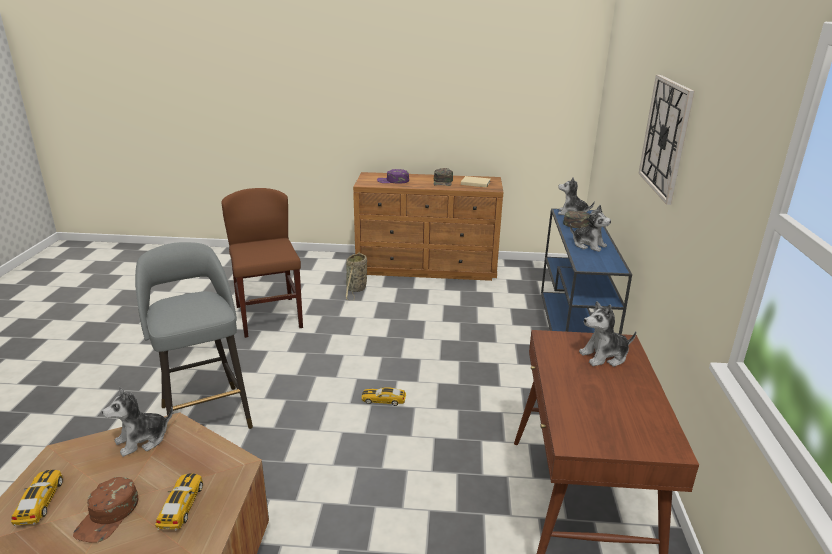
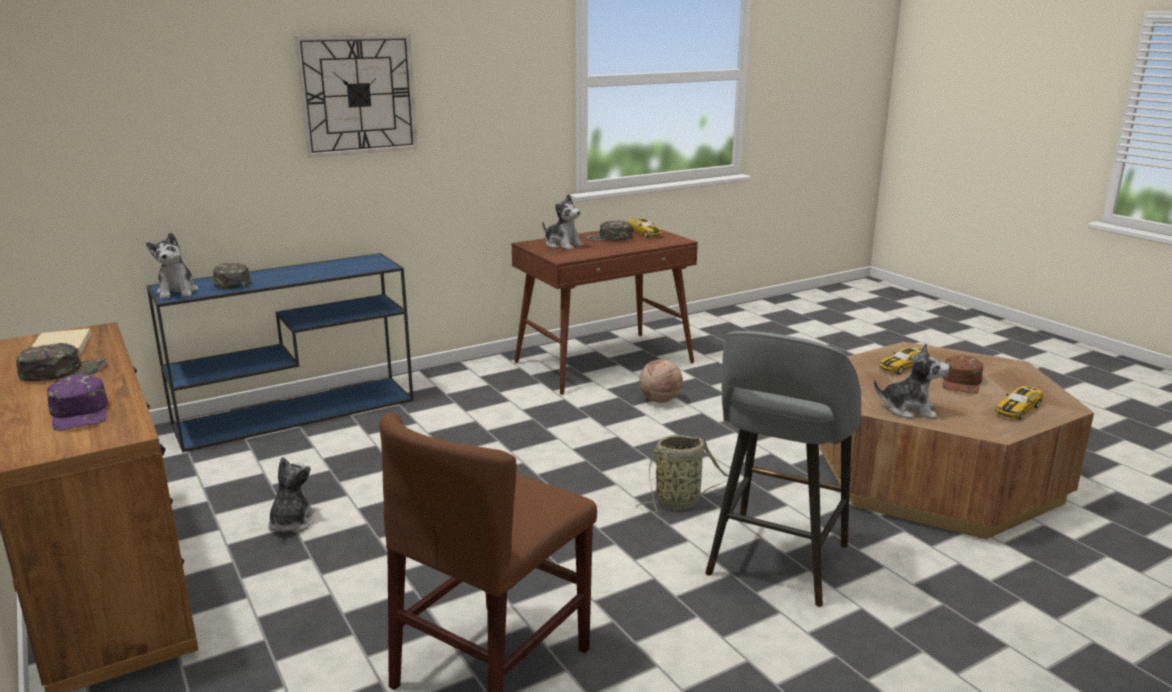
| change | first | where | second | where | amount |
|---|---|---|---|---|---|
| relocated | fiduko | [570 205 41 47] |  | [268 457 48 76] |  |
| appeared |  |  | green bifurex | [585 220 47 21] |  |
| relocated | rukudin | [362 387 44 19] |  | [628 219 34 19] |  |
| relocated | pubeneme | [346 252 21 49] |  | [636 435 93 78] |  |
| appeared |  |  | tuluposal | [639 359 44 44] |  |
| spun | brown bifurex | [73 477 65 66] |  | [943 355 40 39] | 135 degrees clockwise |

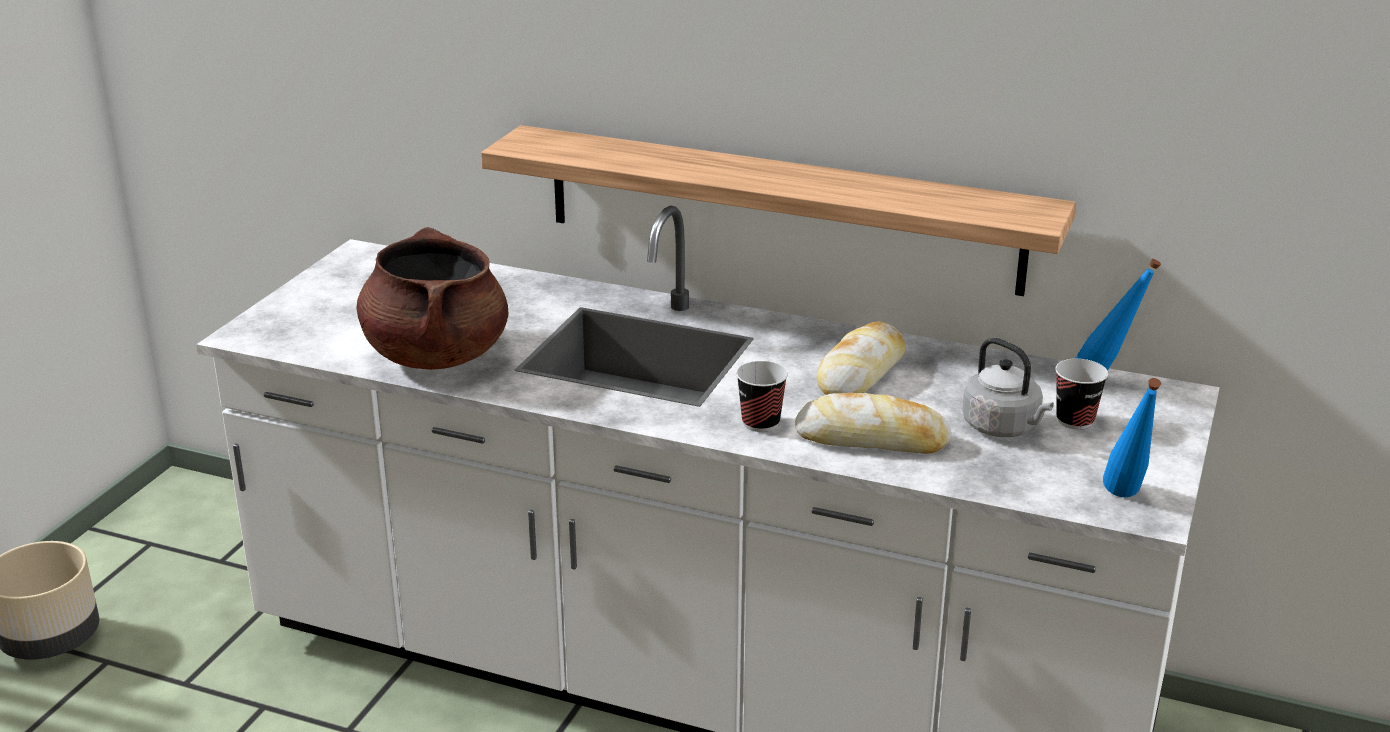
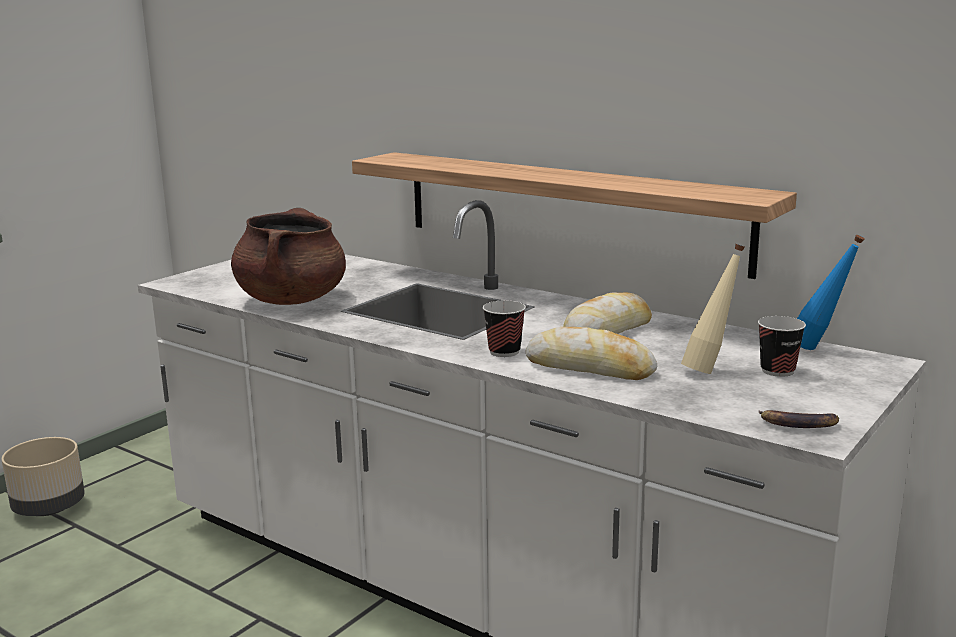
| change | first | where | second | where | amount |
|---|---|---|---|---|---|
| exchanged | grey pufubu | [962 338 92 99] | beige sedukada | [681 244 64 130] |  |
| exchanged | blue sedukada | [1103 378 58 119] | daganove | [759 410 80 18] |  |

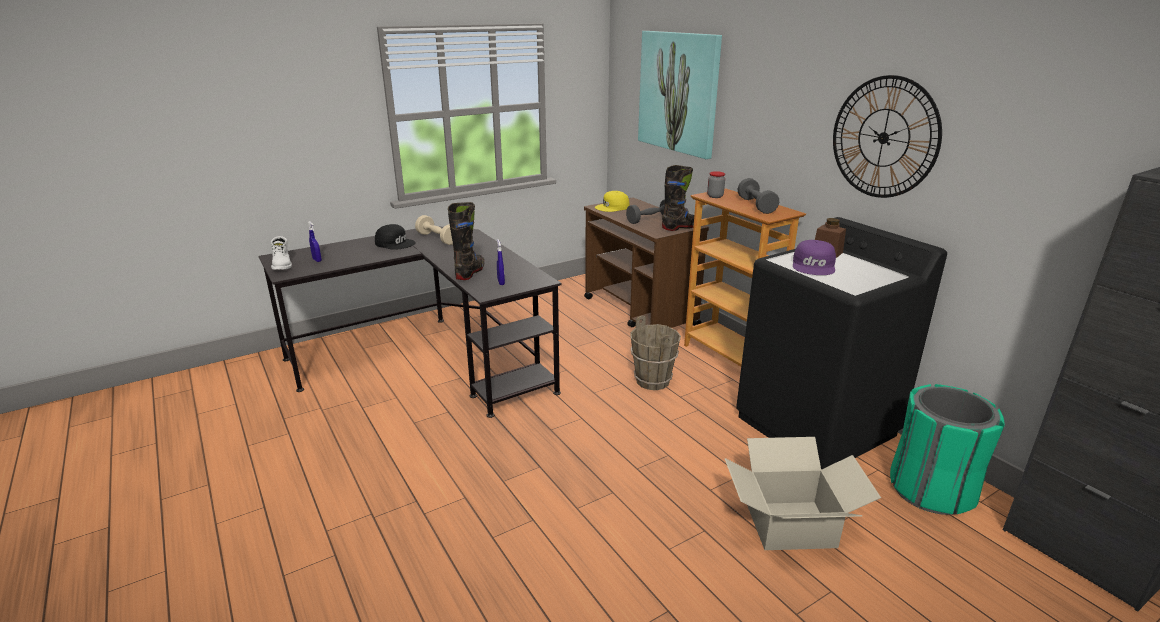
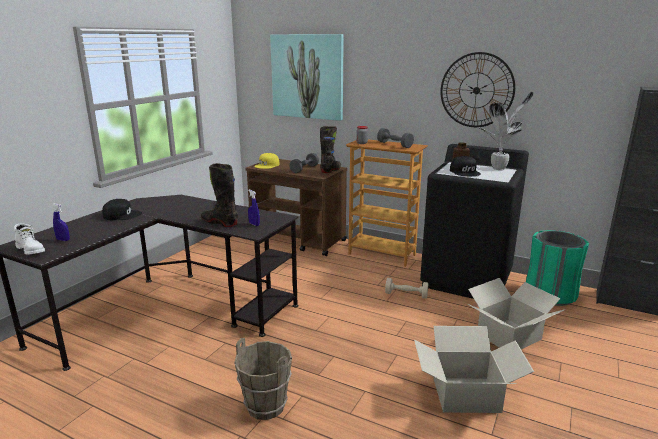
| change | first | where | second | where | amount |
|---|---|---|---|---|---|
| spun | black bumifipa | [448 202 37 78] |  | [201 163 37 64] | 45 degrees counterclockwise |
| relocated | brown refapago | [630 315 51 75] |  | [234 338 58 82] |  |
| relocated | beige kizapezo | [415 215 38 30] |  | [385 278 43 21] |  |
| appeared |  |  | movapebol | [414 326 120 87] |  |
| colour | purple bifurex | [793 240 43 35] | black bifurex | [450 156 31 20] |  |
| appeared |  |  | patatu | [480 92 53 78] |  |

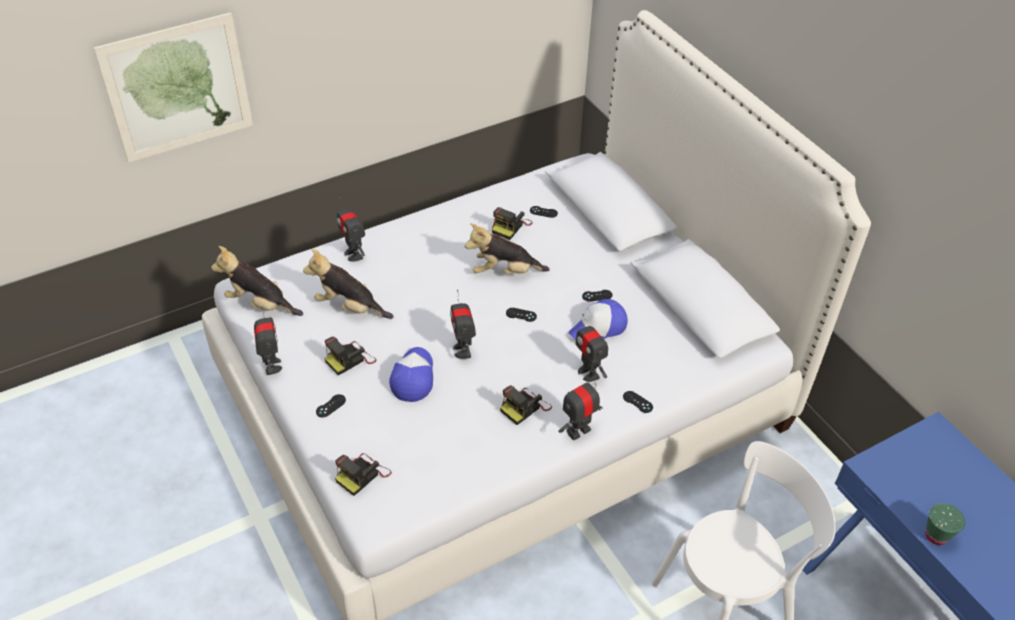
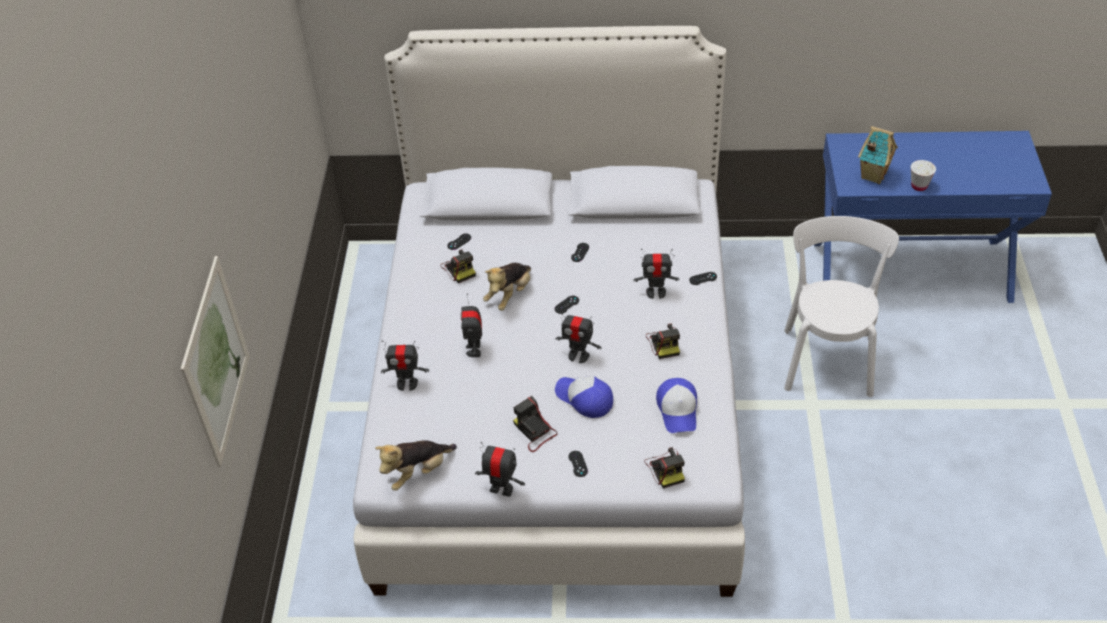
| change | first | where | second | where | amount |
|---|---|---|---|---|---|
| relocated | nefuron | [559 374 44 66] |  | [460 293 22 64] |  |
| spun | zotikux | [324 337 52 38] |  | [513 396 45 56] | 150 degrees clockwise |
| relocated | bifurex | [569 299 59 41] |  | [656 378 41 55] |  |
| appeared |  |  | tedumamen | [858 126 40 58] |  |
| colour | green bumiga | [926 503 39 42] | white bumiga | [911 160 25 31] |  |
| missing | fiduko | [303 249 91 70] |  |  |  |

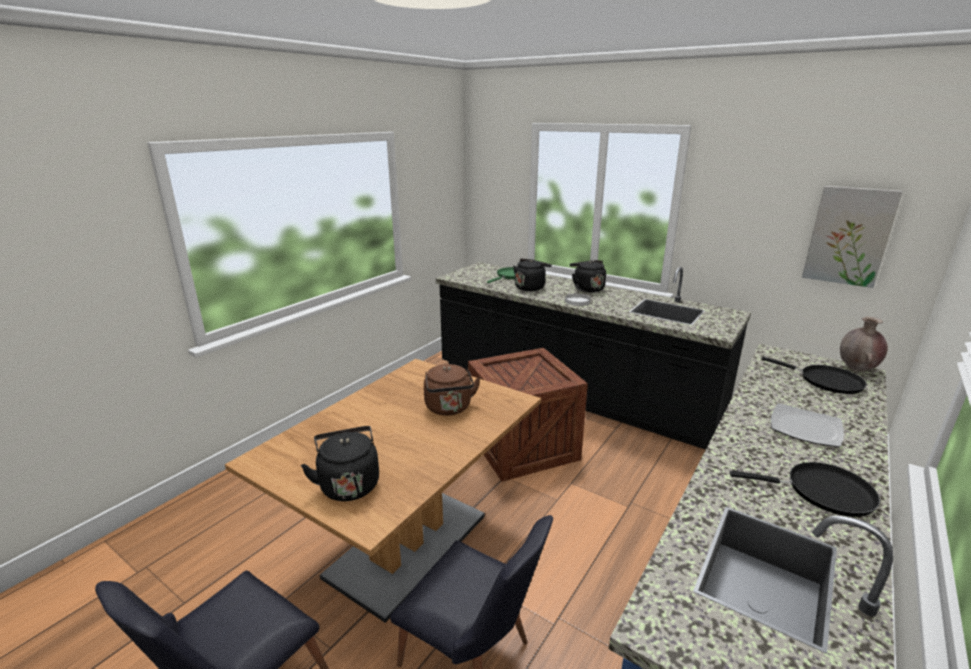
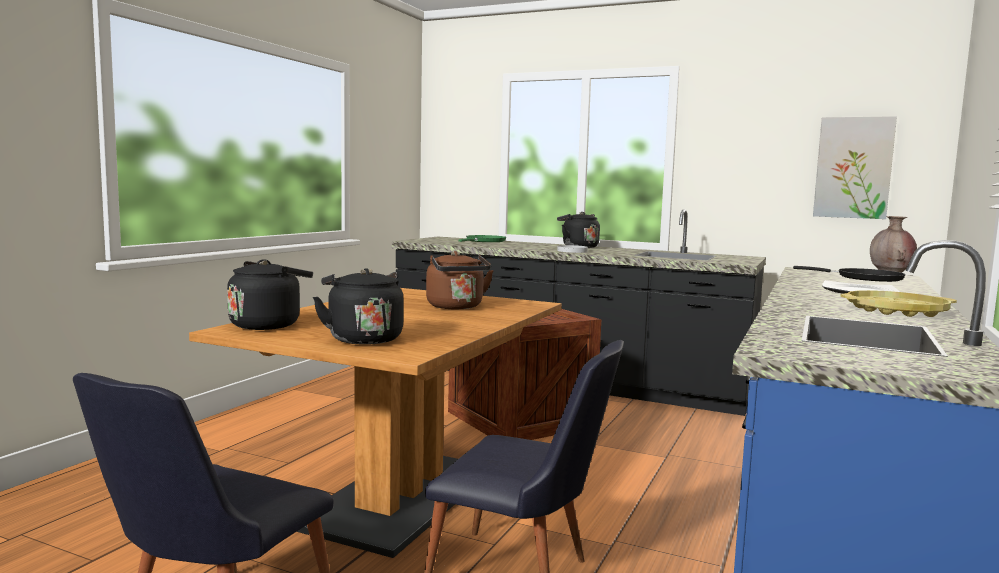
| change | first | where | second | where | amount |
|---|---|---|---|---|---|
| relocated | black pufubu | [513 259 39 32] |  | [227 259 86 71] |  |
| exchanged | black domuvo | [730 462 150 55] | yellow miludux | [841 290 116 27] |  |

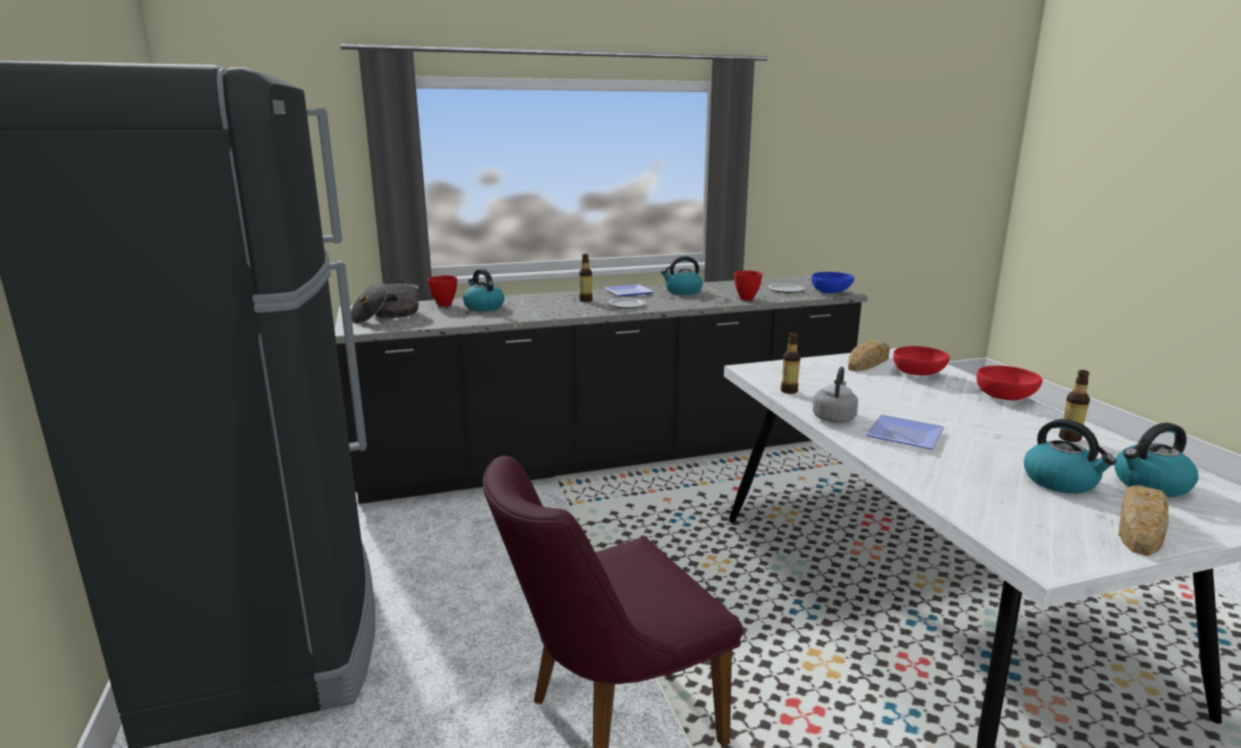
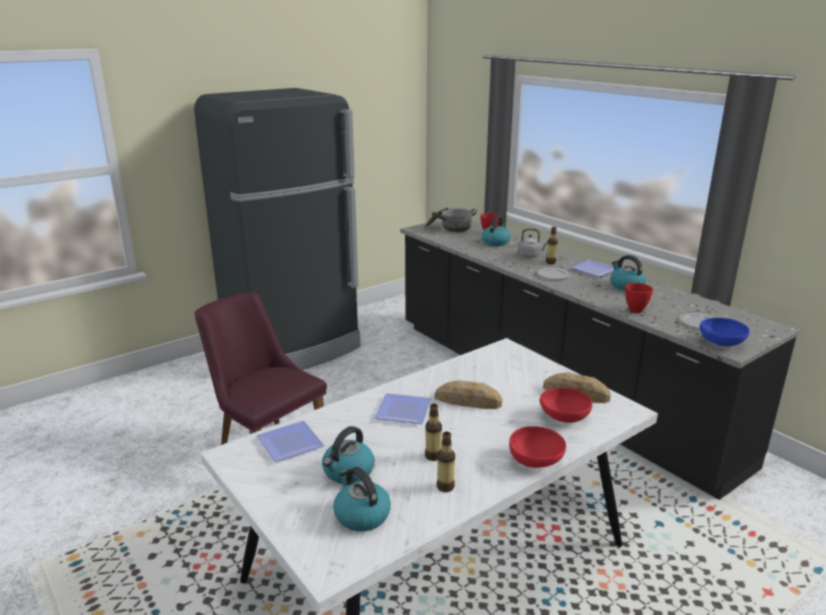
| change | first | where | second | where | amount |
|---|---|---|---|---|---|
| appeared |  |  | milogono | [256 421 68 41] |  |
| relocated | sedukada | [781 332 20 62] |  | [425 404 17 57] |  |
| relocated | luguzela | [1119 486 50 70] |  | [435 380 67 29] |  |
| relocated | grey pufubu | [813 367 45 56] |  | [518 228 30 30] |  |

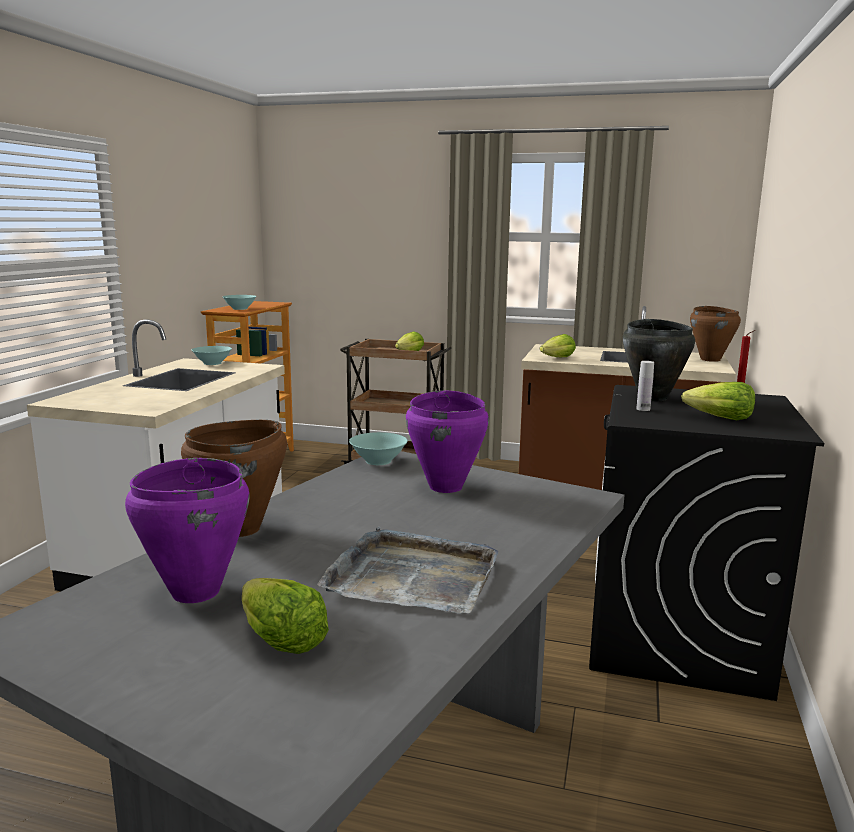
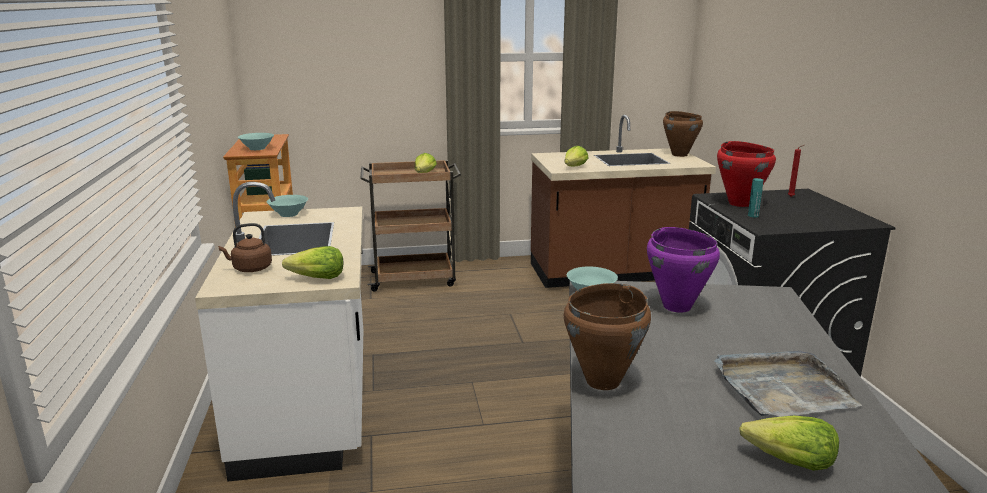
| change | first | where | second | where | amount |
|---|---|---|---|---|---|
| appeared |  |  | brown pufubu | [218 223 54 49] |  |
| relocated | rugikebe | [681 382 74 38] |  | [282 246 62 33] |  |
| colour | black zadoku | [623 319 72 82] | red zadoku | [717 141 59 66] |  |
| colour | white sedukada | [636 361 18 50] | turquoise sedukada | [748 178 15 39] |  |
| missing | purple zadoku | [125 458 124 145] |  |  |  |

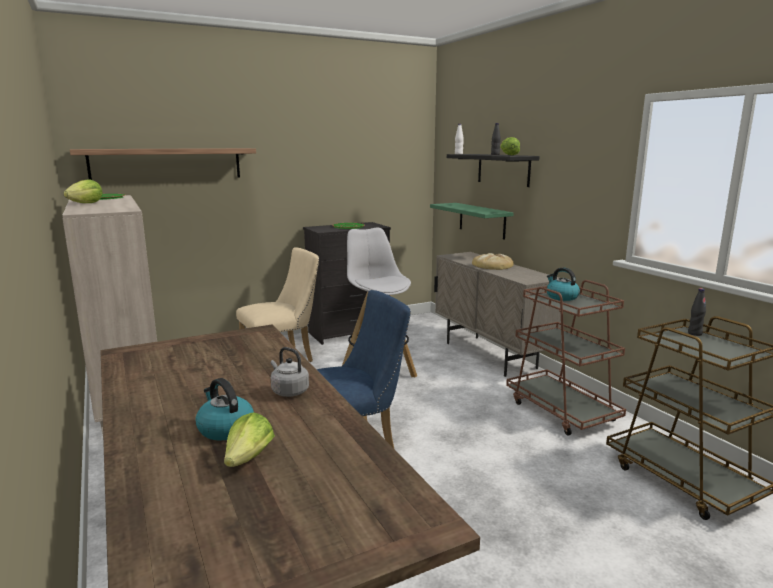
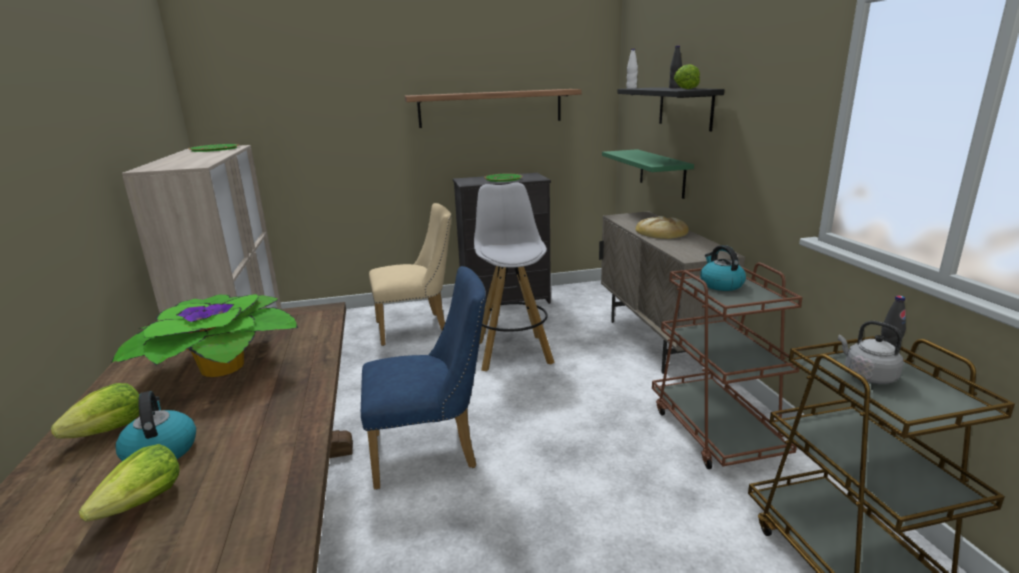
| change | first | where | second | where | amount |
|---|---|---|---|---|---|
| relocated | rugikebe | [63 180 40 23] |  | [51 383 88 55] |  |
| appeared |  |  | patatu | [110 294 188 83] |  |
| relocated | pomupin | [70 148 186 32] |  | [405 89 177 39] |  |
| relocated | grey pufubu | [271 347 38 50] |  | [838 321 66 63] |  |

